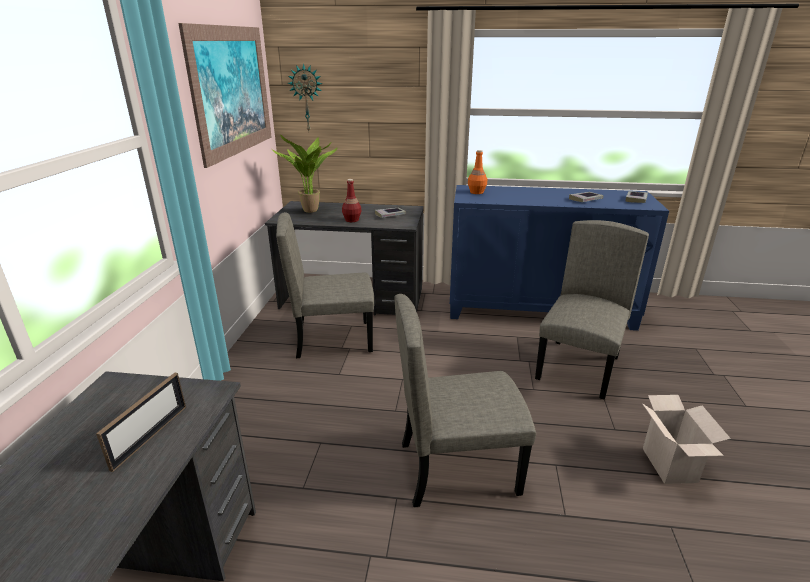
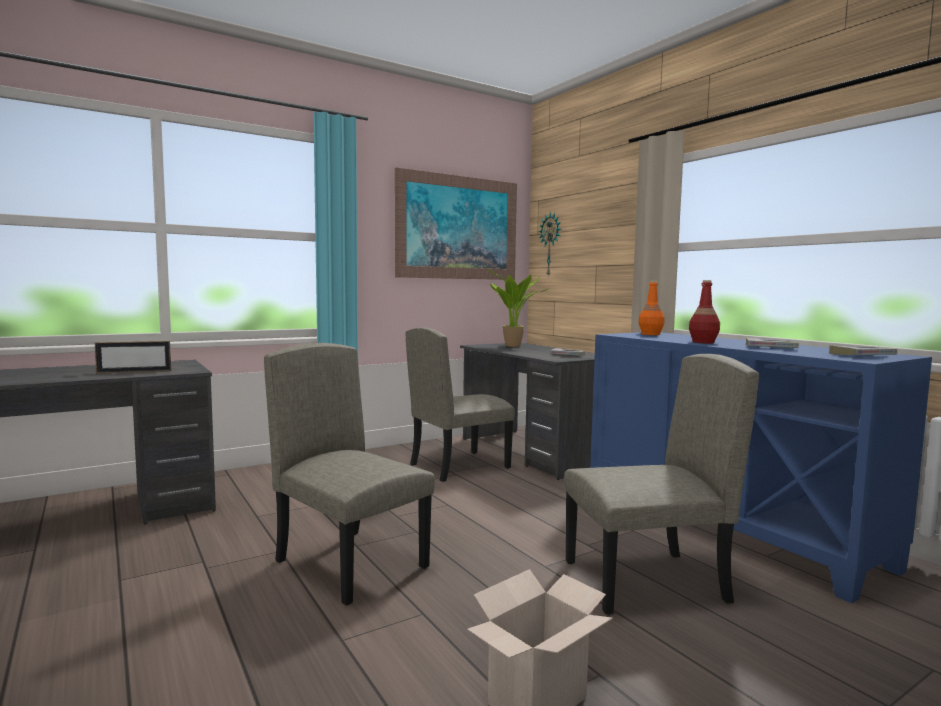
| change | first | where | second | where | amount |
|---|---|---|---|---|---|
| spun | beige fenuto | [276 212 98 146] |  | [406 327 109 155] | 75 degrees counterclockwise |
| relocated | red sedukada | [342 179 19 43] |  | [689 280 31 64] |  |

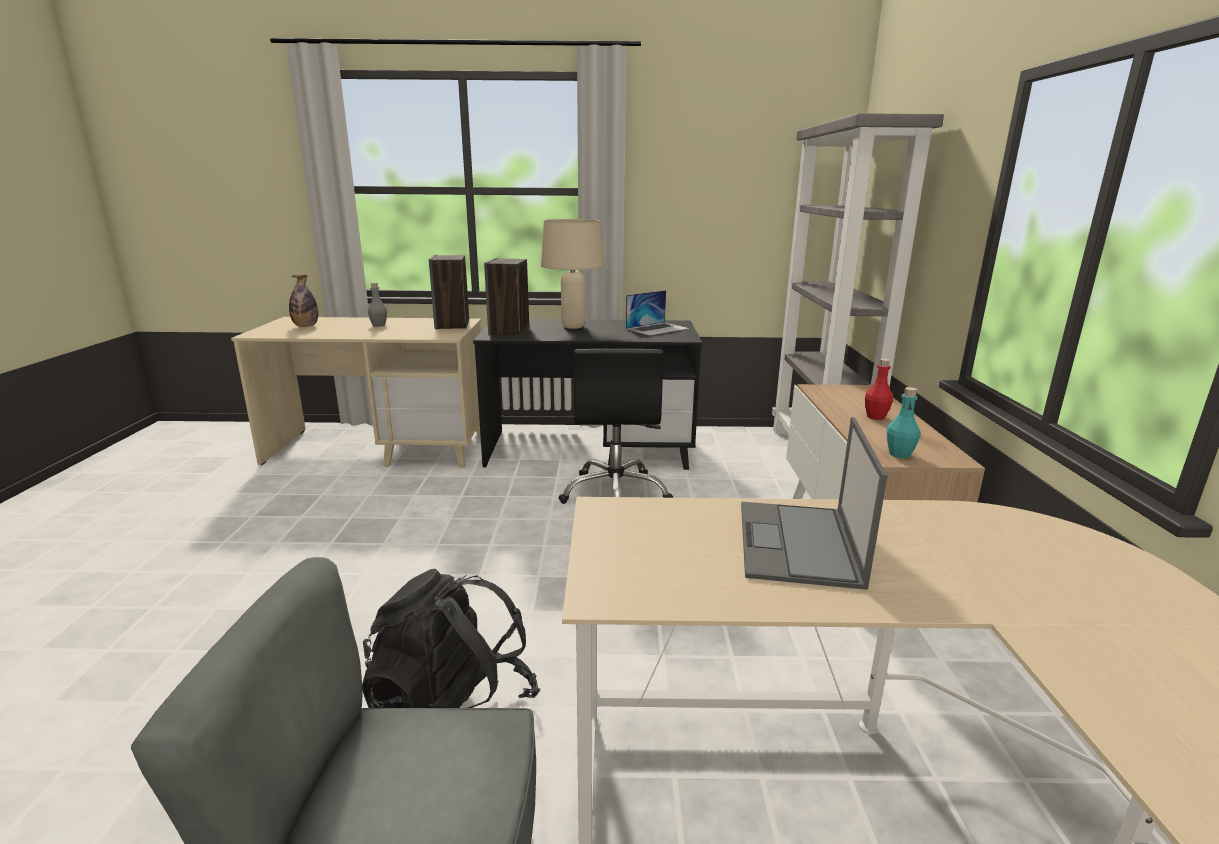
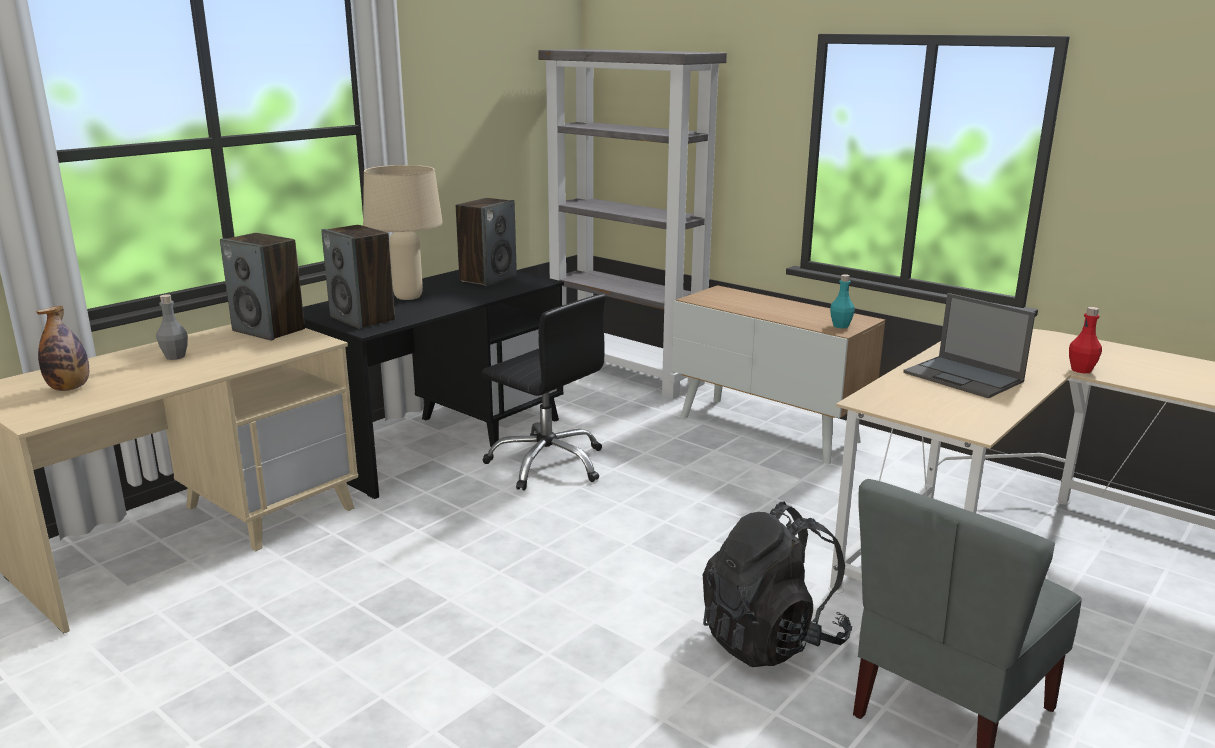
| change | first | where | second | where | amount |
|---|---|---|---|---|---|
| exchanged | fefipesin | [626 290 63 46] | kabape | [456 198 61 88] |  |
| relocated | red sedukada | [865 358 28 62] |  | [1069 307 33 66] |  |

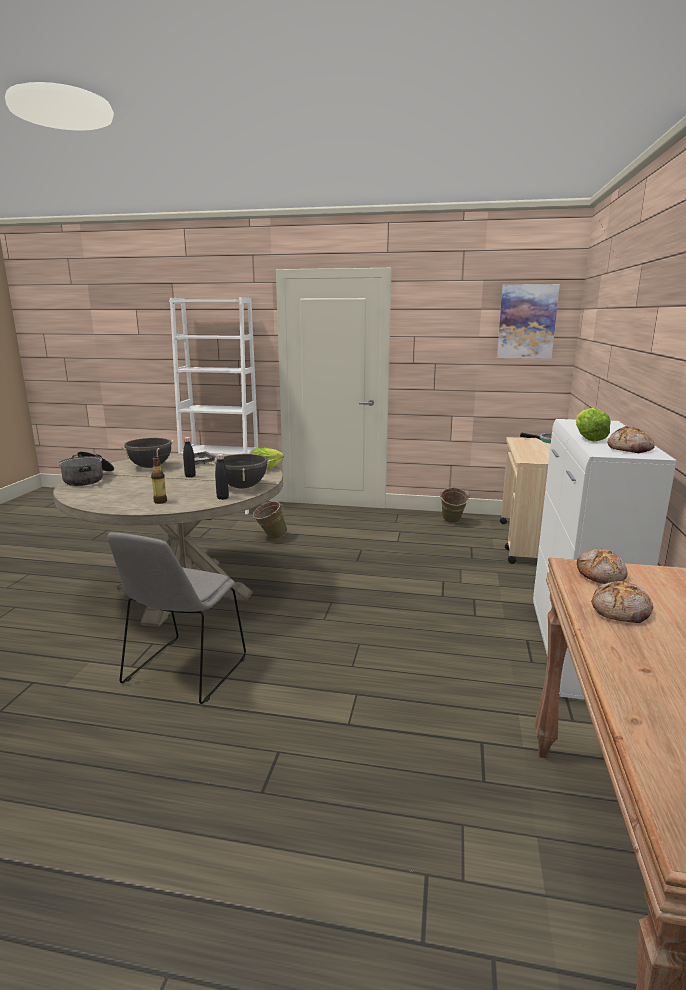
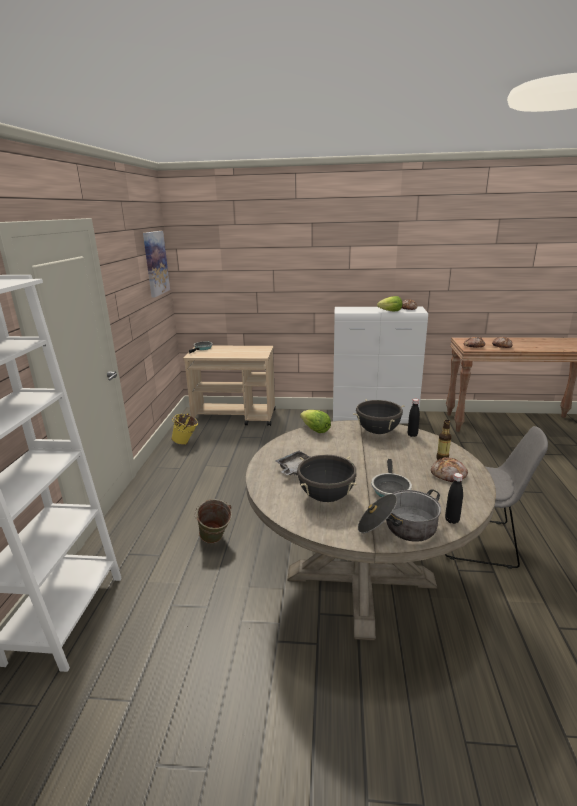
| change | first | where | second | where | amount |
|---|---|---|---|---|---|
| colour | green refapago | [440 487 30 36] | yellow refapago | [171 413 27 32] |  |
| appeared |  |  | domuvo | [371 459 41 38] |  |
| appeared |  |  | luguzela | [431 457 37 25] |  |
| relocated | black sedukada | [183 437 13 41] |  | [445 473 18 51] |  |

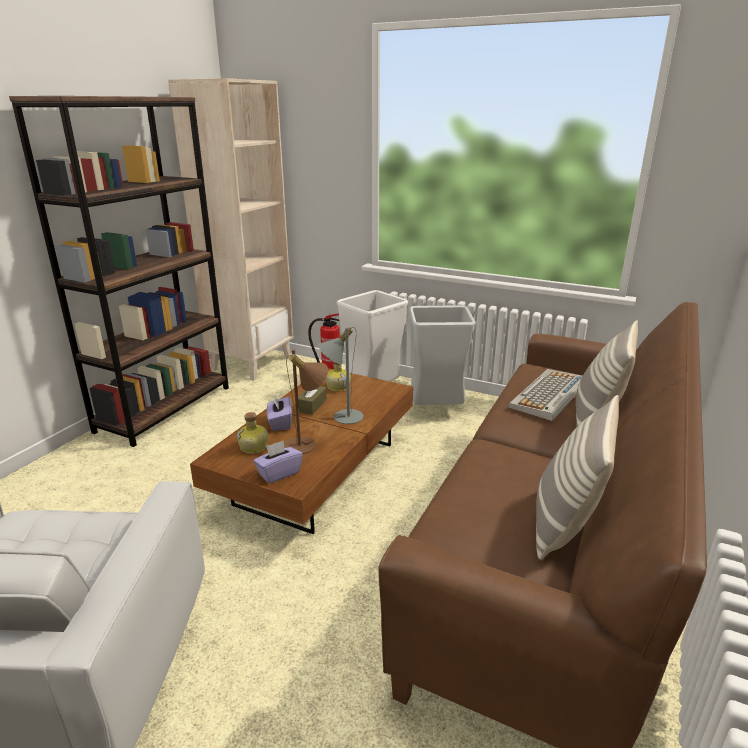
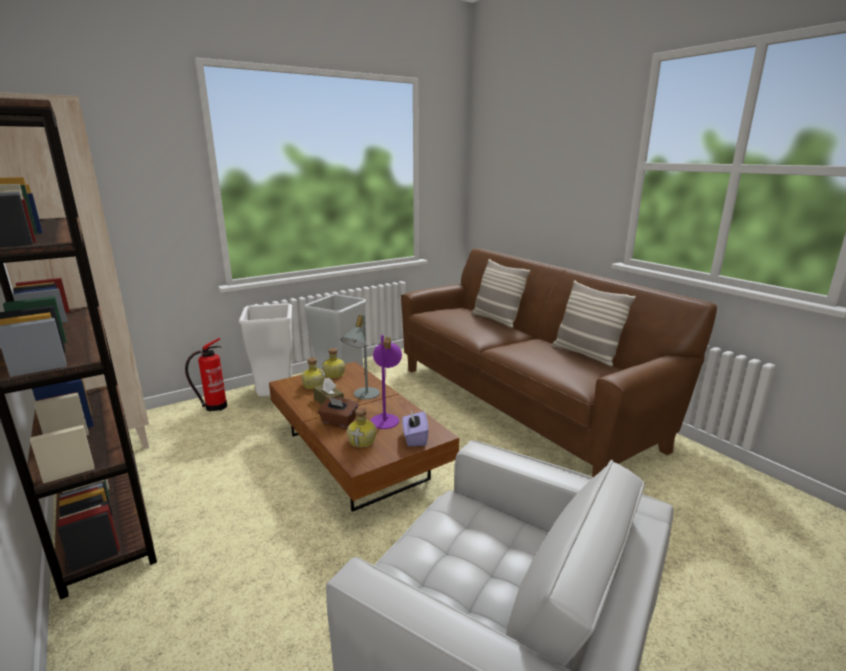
| change | first | where | second | where | amount |
|---|---|---|---|---|---|
| colour | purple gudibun | [267 395 25 36] | brown gudibun | [318 397 40 30] |  |
| appeared |  |  | sedukada | [322 348 23 30] |  |
| colour | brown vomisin | [284 350 44 104] | purple vomisin | [371 335 31 94] |  |
| missing | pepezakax | [508 369 74 52] |  |  |  |

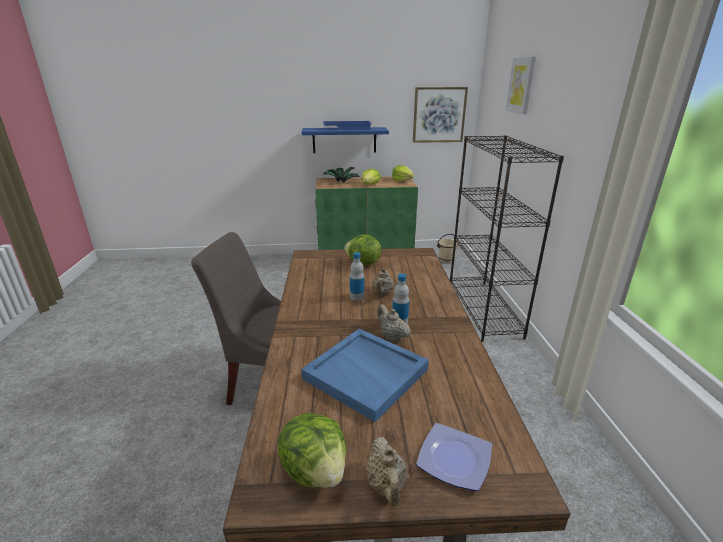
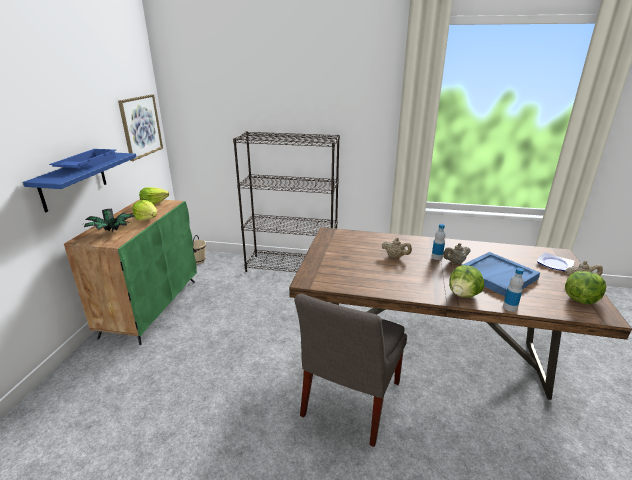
| change | first | where | second | where | amount |
|---|---|---|---|---|---|
| relocated | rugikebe | [344 235 37 30] |  | [449 265 35 33] |  |
| relocated | sedukada | [350 252 14 49] |  | [503 268 21 44] |  |
| missing | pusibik | [506 57 30 57] |  |  |  |

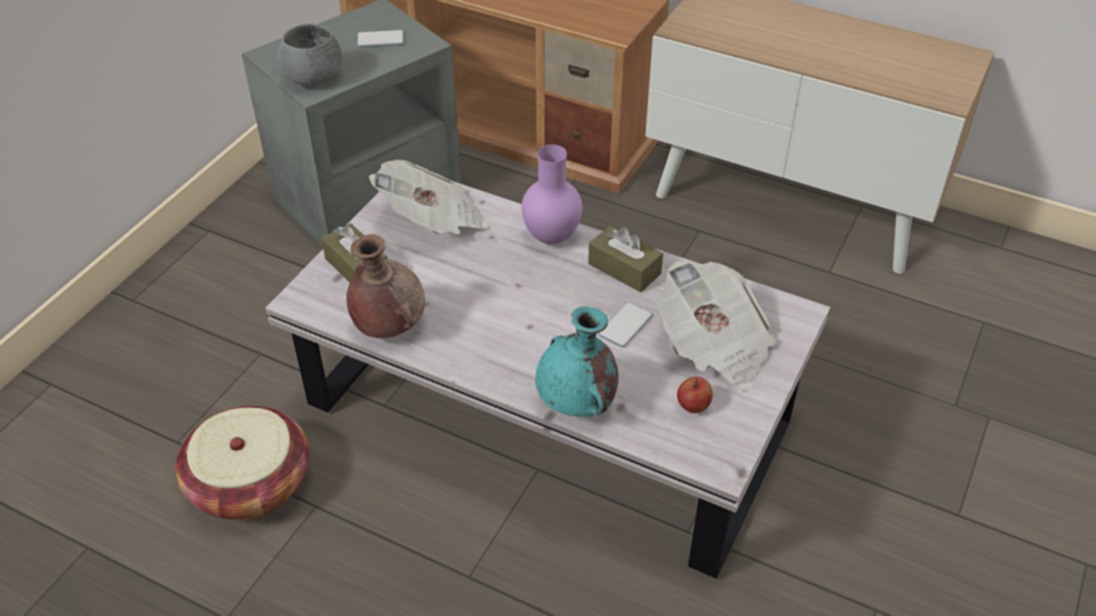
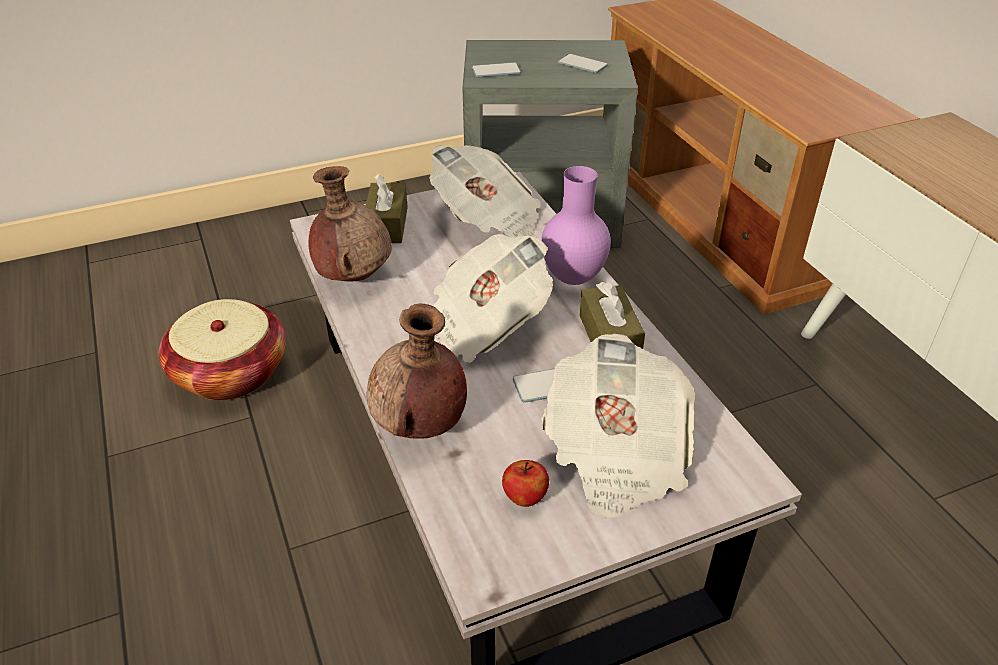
| change | first | where | second | where | amount |
|---|---|---|---|---|---|
| colour | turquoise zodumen | [535 307 84 109] | brown zodumen | [367 303 100 136] |  |
| appeared |  |  | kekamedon | [433 234 120 129] |  |
| exchanged | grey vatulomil | [277 24 65 62] | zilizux | [472 62 49 15] |  |

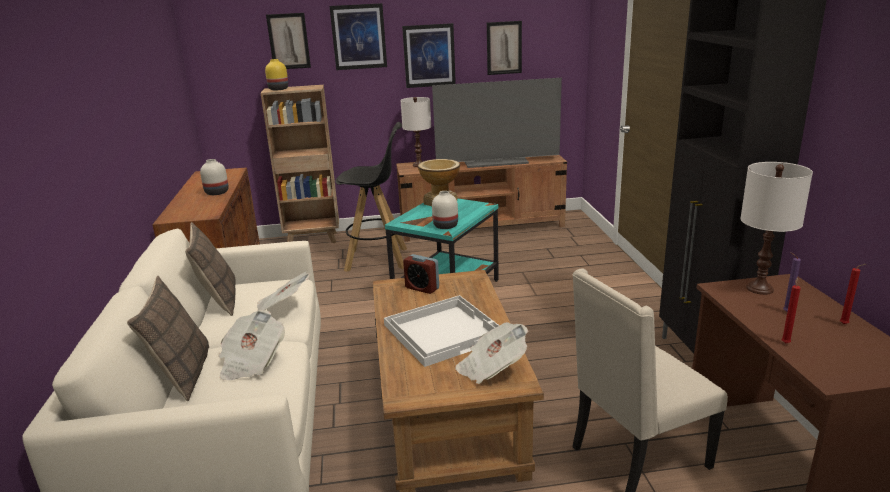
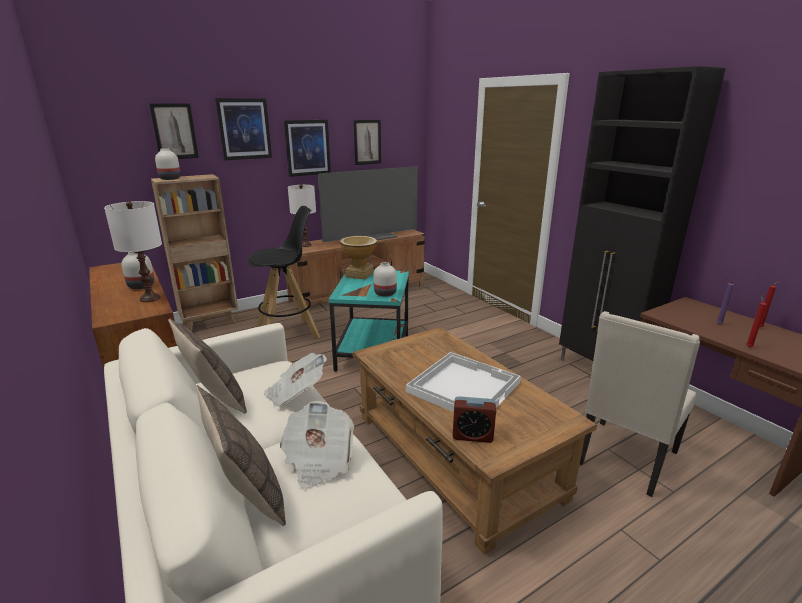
| change | first | where | second | where | amount |
|---|---|---|---|---|---|
| relocated | white vomisin | [740 162 73 133] |  | [104 201 58 101] |  |
| colour | yellow zodumen | [265 59 23 32] | white zodumen | [155 148 25 32] |  |
| relocated | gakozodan | [403 254 36 40] |  | [453 396 43 47] |  |
| missing | kekamedon | [455 322 73 62] |  |  |  |

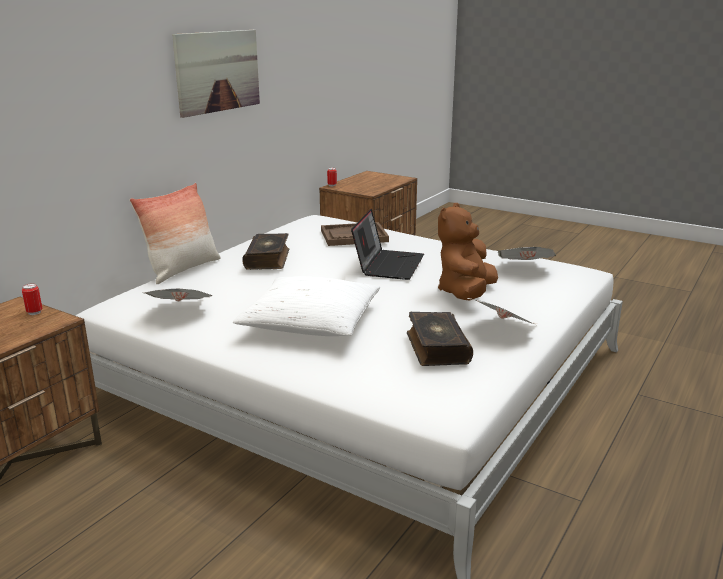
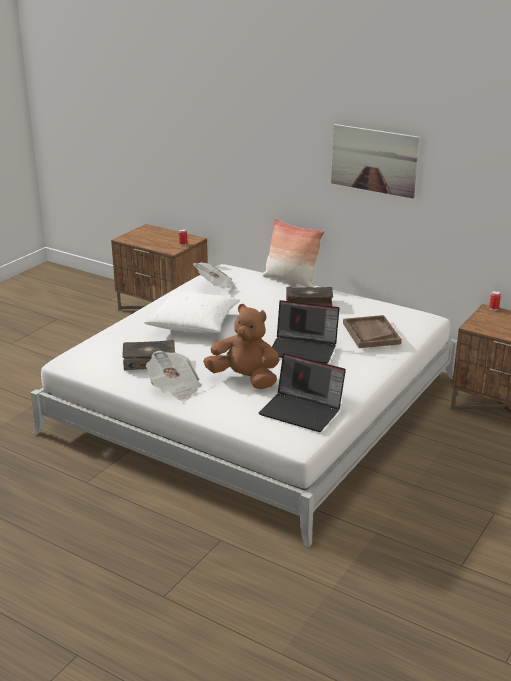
| change | first | where | second | where | amount |
|---|---|---|---|---|---|
| exchanged | kekamedon | [498 247 58 13] | fefipesin | [259 353 87 79] |  |

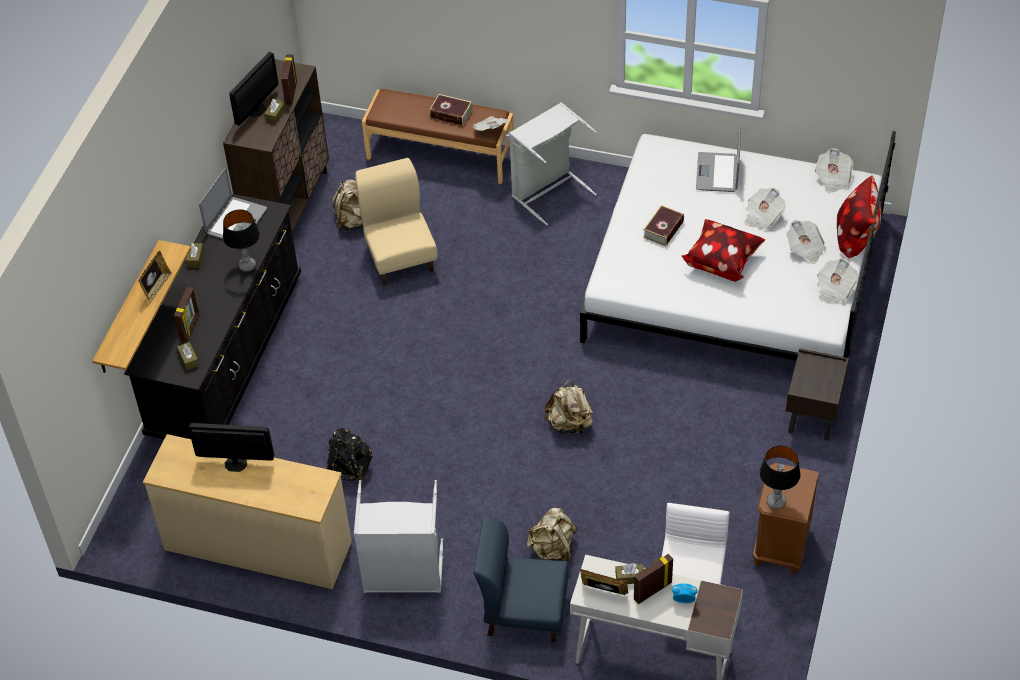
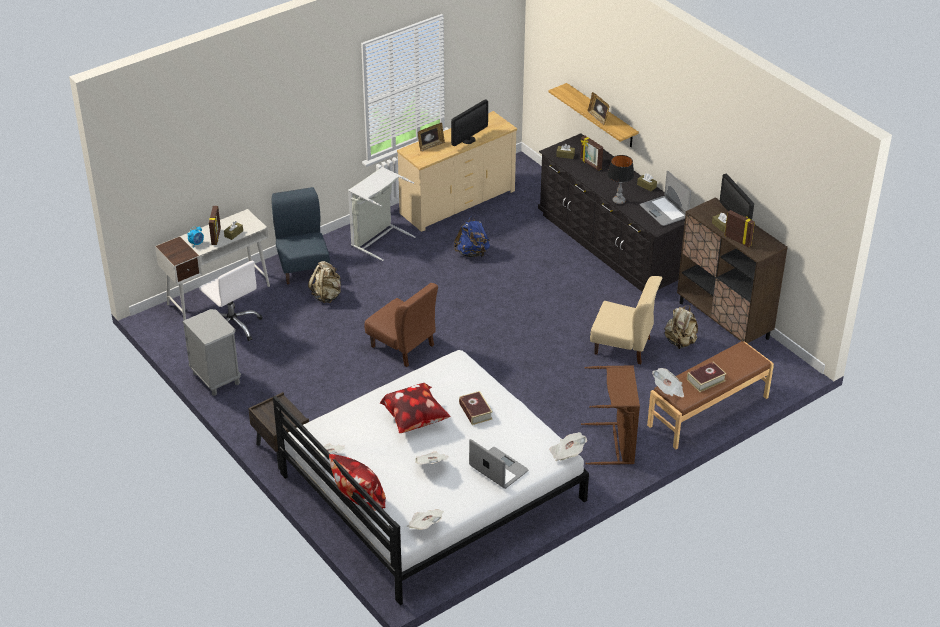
| change | first | where | second | where | amount |
|---|---|---|---|---|---|
| colour | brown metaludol | [753 463 66 111] | grey metaludol | [182 309 59 87] |  |
| spun | blue fenuto | [474 518 95 124] |  | [272 187 58 97] | 60 degrees counterclockwise |
| exchanged | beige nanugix | [544 380 50 54] | brown fenuto | [365 283 73 84] |  |
| relocated | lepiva | [580 569 48 26] |  | [418 123 27 28] |  |
| colour | black nanugix | [326 428 46 53] | blue nanugix | [454 216 36 41] |  |
| relocated | kekamedon | [786 220 41 44] |  | [549 432 38 29] |  |
| colour | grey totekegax | [509 102 88 124] | brown totekegax | [581 365 59 100] |  |
| missing | vomisin | [759 445 42 64] |  |  |  |

